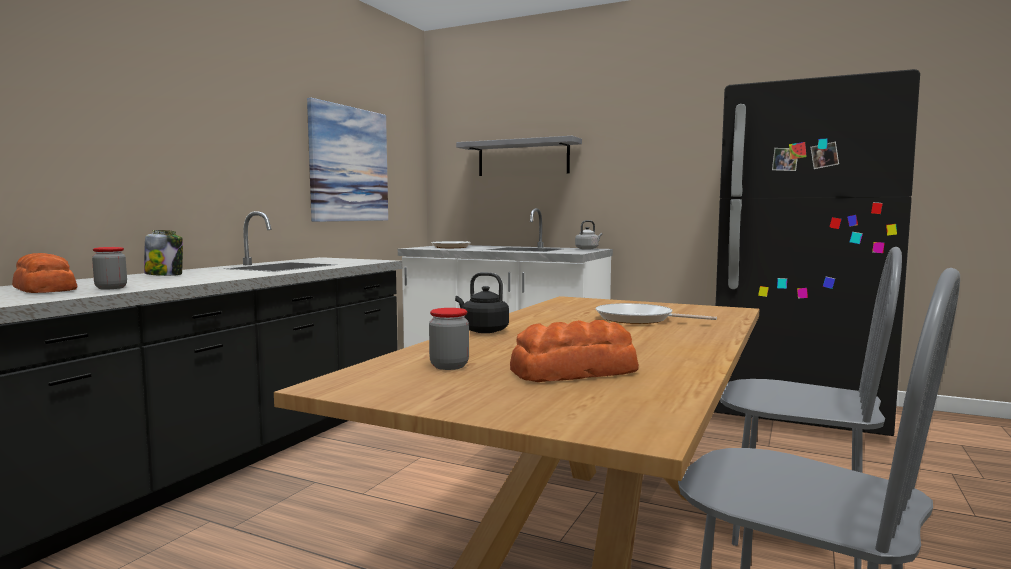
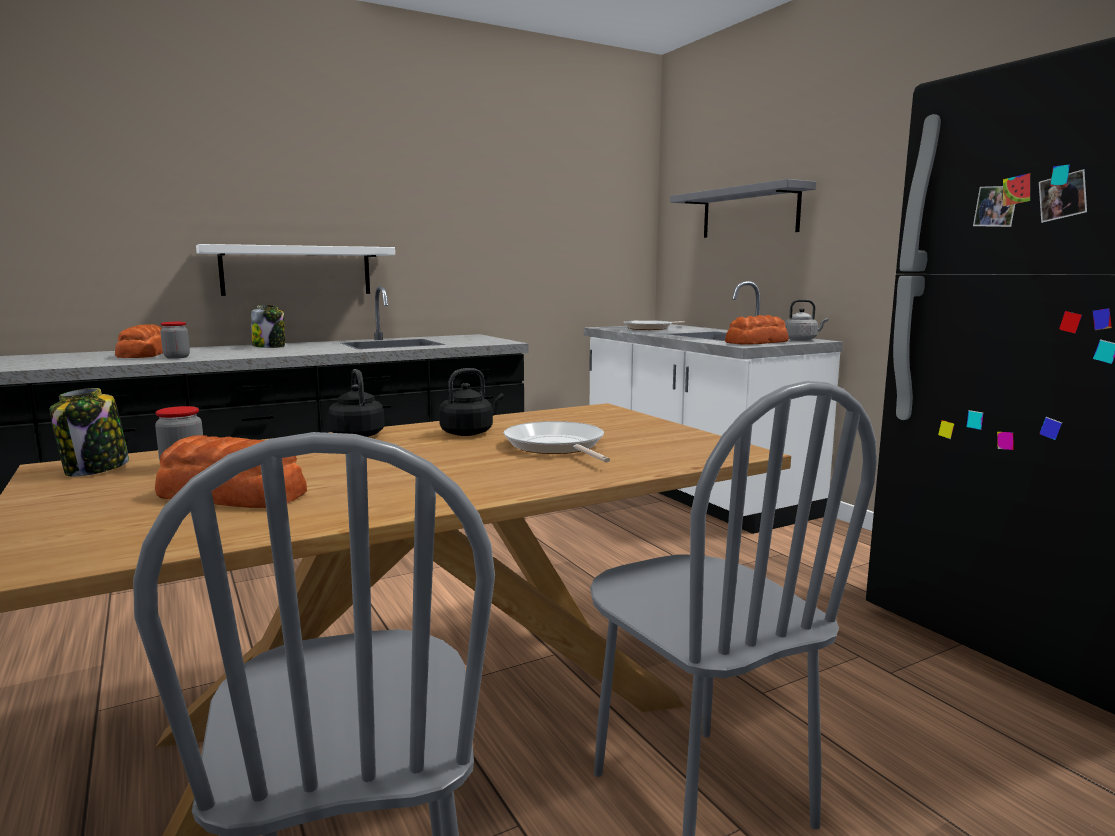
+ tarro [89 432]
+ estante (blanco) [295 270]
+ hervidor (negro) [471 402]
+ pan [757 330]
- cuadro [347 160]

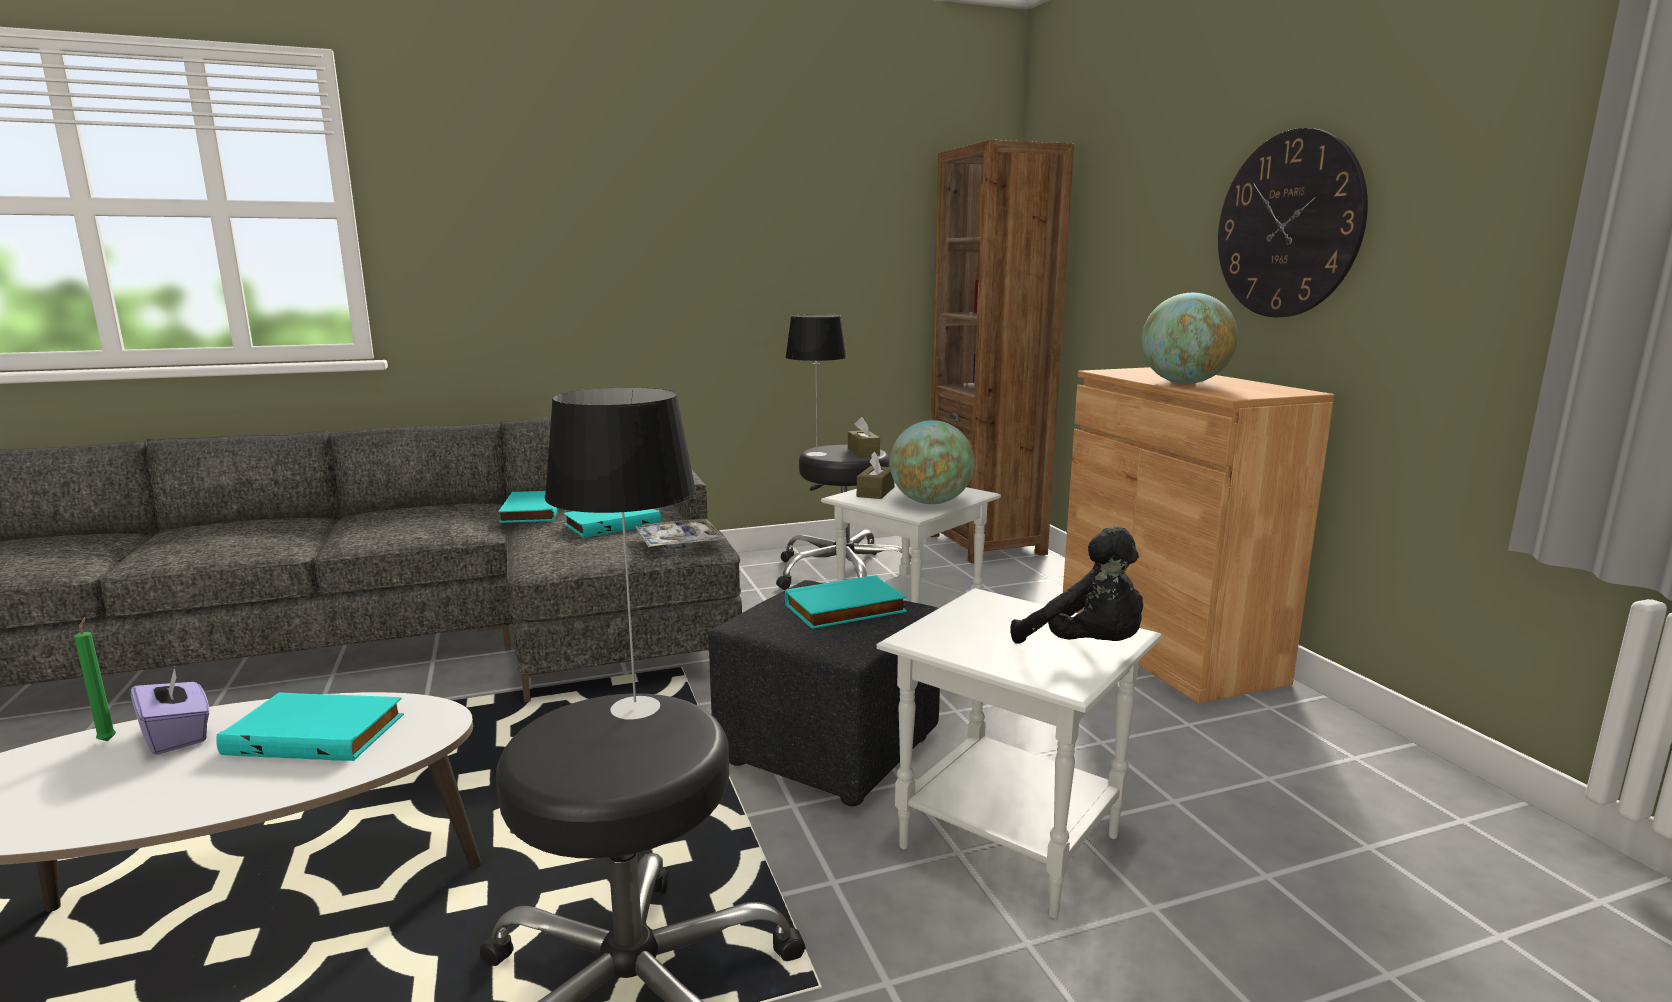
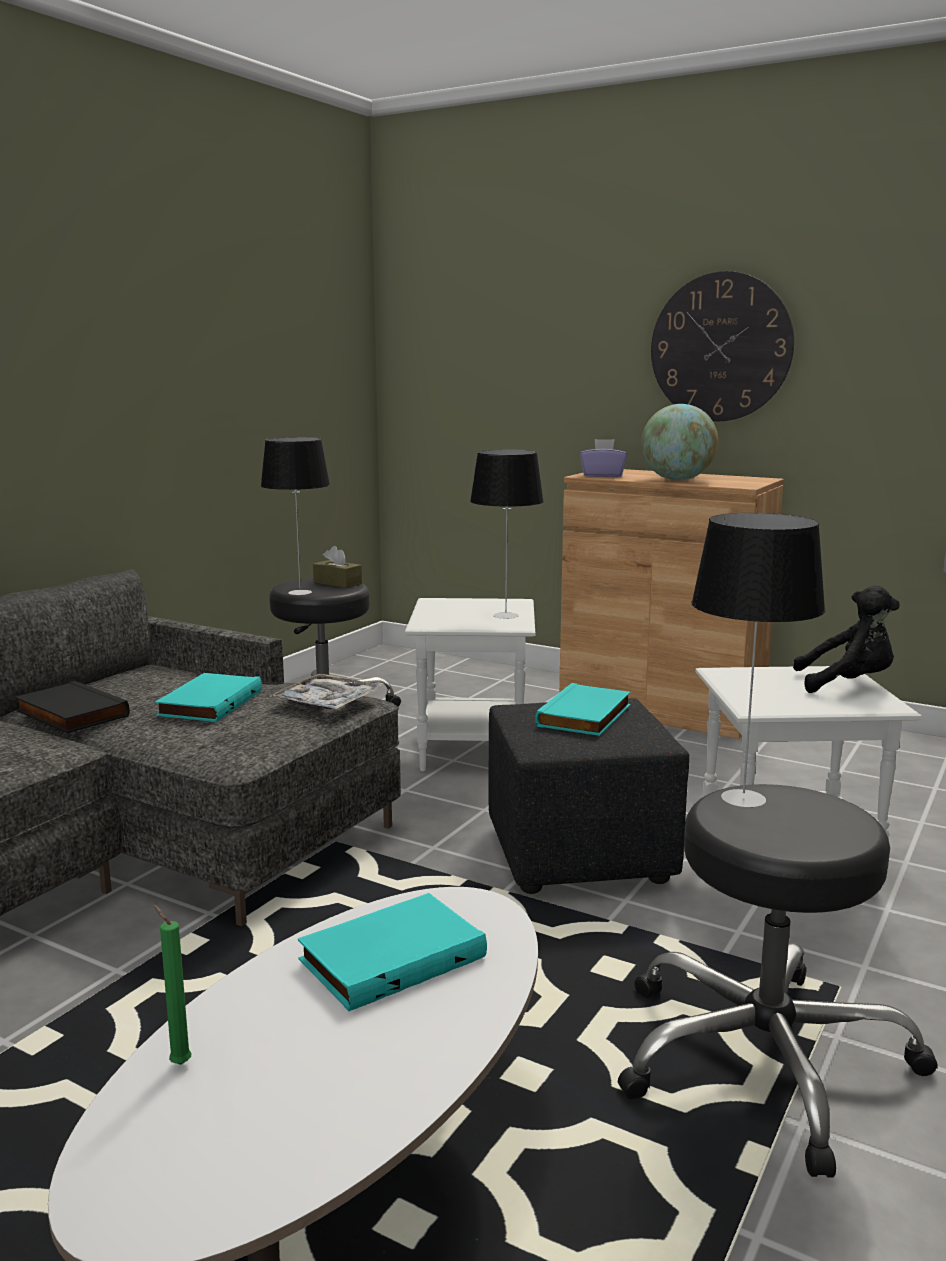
~ libro (turquesa) [529 507] to libro (negro) [72 707]
~ globo terráqueo [932 462] to lámpara de mesa [507 534]
~ caja de pañuelos (morado) [170 711] to [603 458]
- caja de pañuelos (marrón) [875 475]
- estantería (marrón) [1002 352]

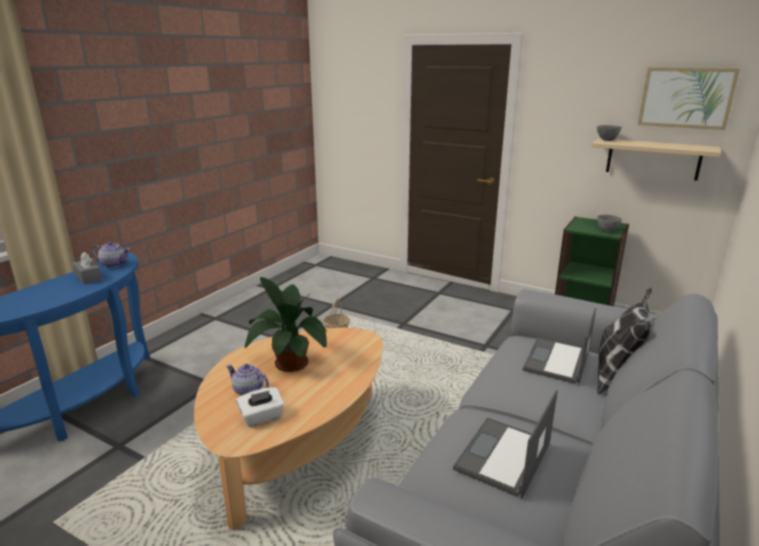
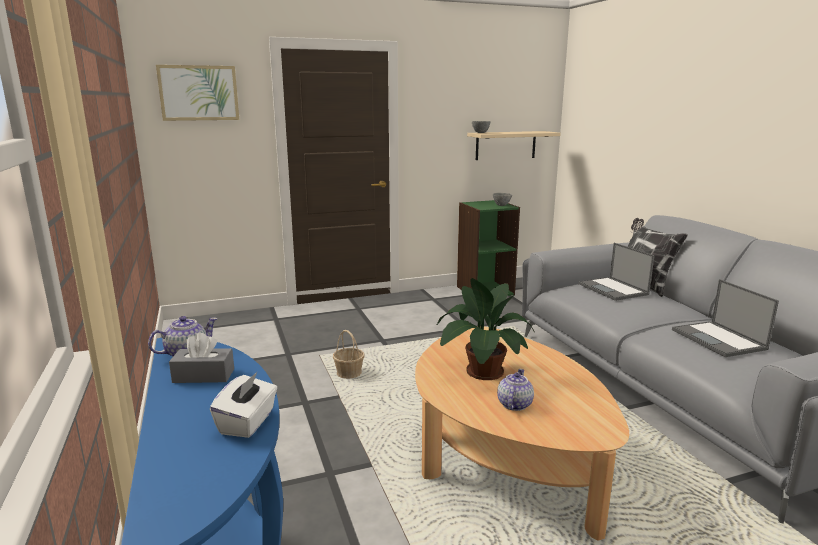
~ cuadro [689 98] to [197 93]
~ caja de pañuelos (blanco) [260 407] to [243 405]
~ tetera [247 380] = [515 390] 135 degrees clockwise

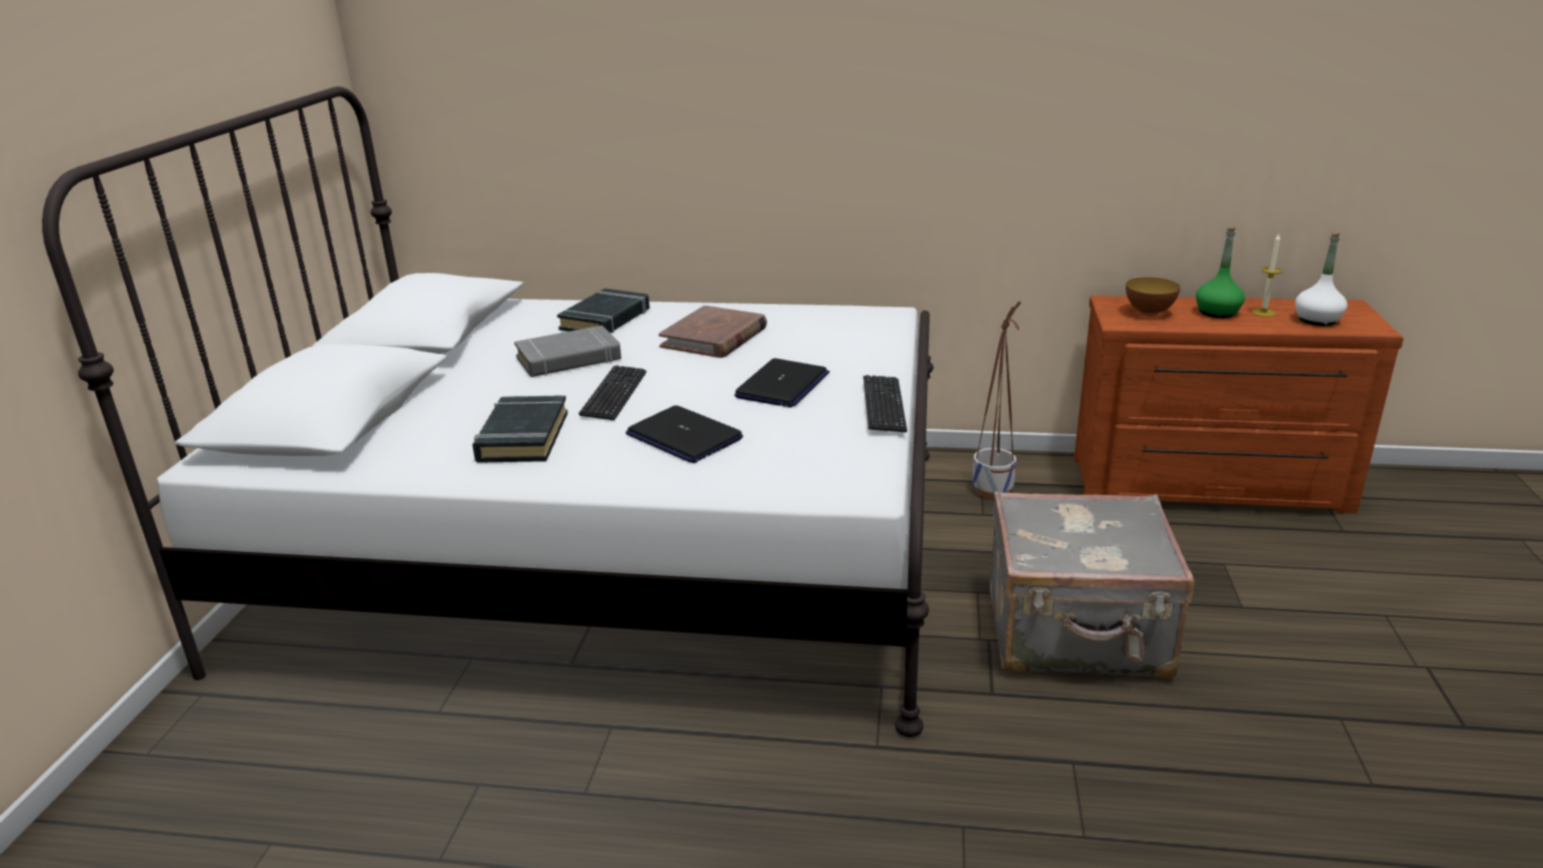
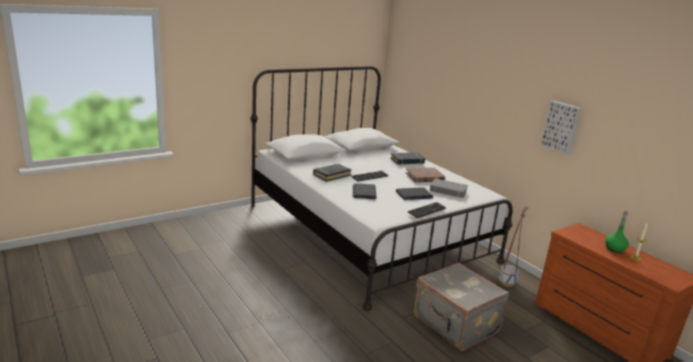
~ libro (gris) [567 351] to [449 188]
+ cuadro [561 128]
- cuenco [1153 296]
- botella (blanco) [1321 279]

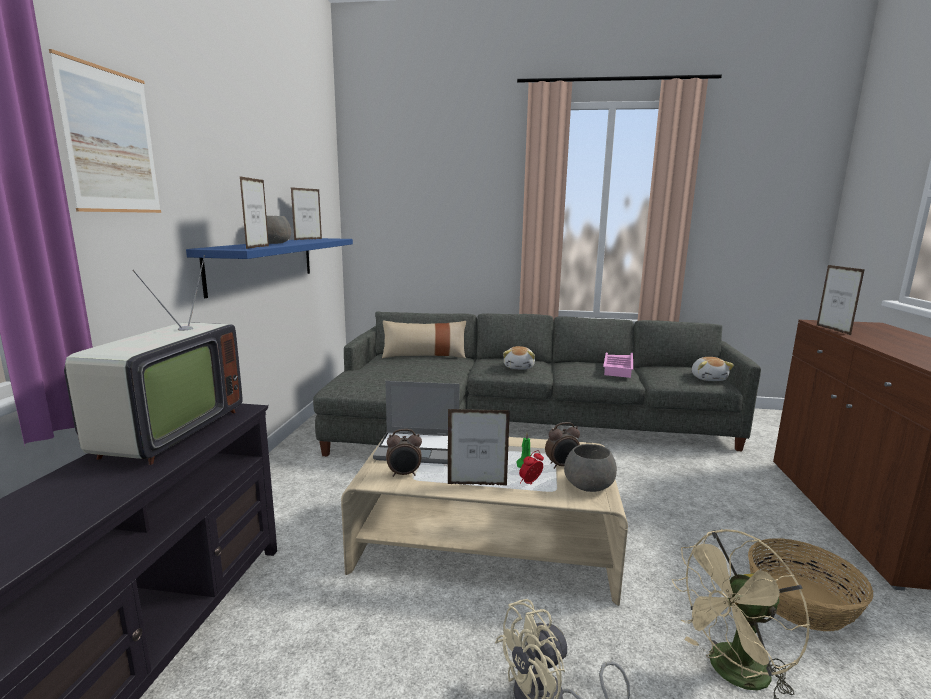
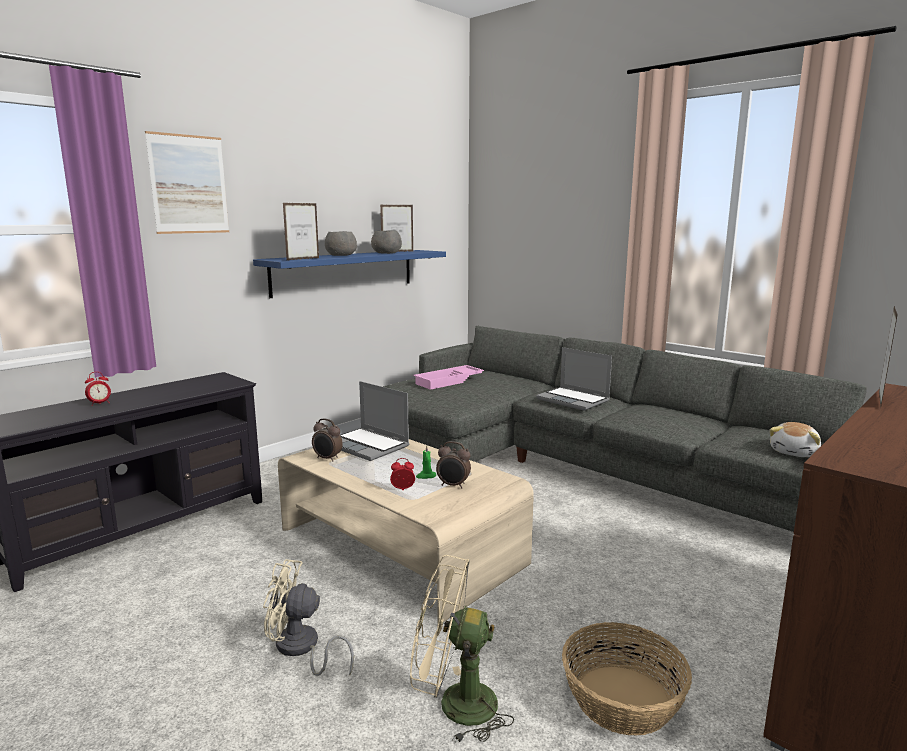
+ despertador [98 389]
~ cuenco (gris) [590 468] to [386 242]
~ bandeja (rosa) [618 365] to [448 377]
~ peluche [519 358] to portátil [574 379]
- televisor [153 360]
- cojín (beis) [424 339]
- portarretratos [479 447]

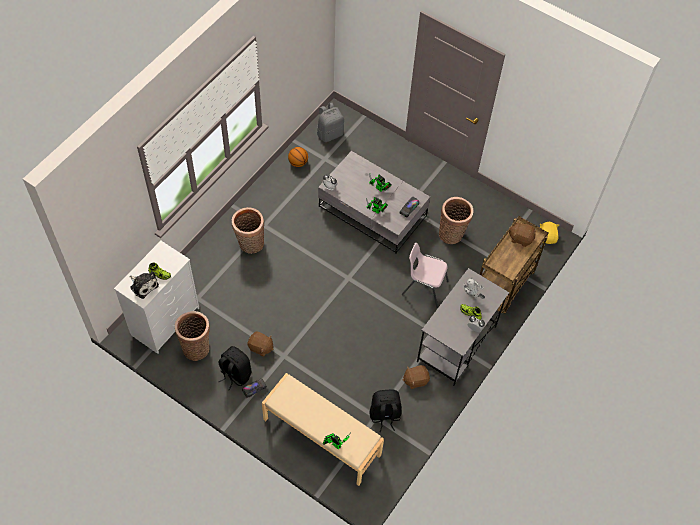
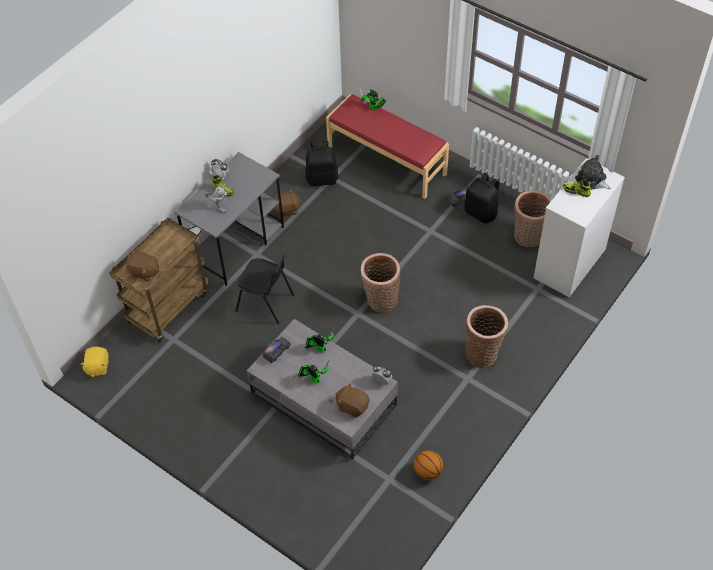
~ silla (rosa) [425 276] to silla (negro) [265 289]
~ banco (beis) [323 429] to banco (rojo) [387 146]
~ peluche (marrón) [260 344] to [352 400]
~ cesta [456 220] to [381 282]
- mochila (gris) [330 122]

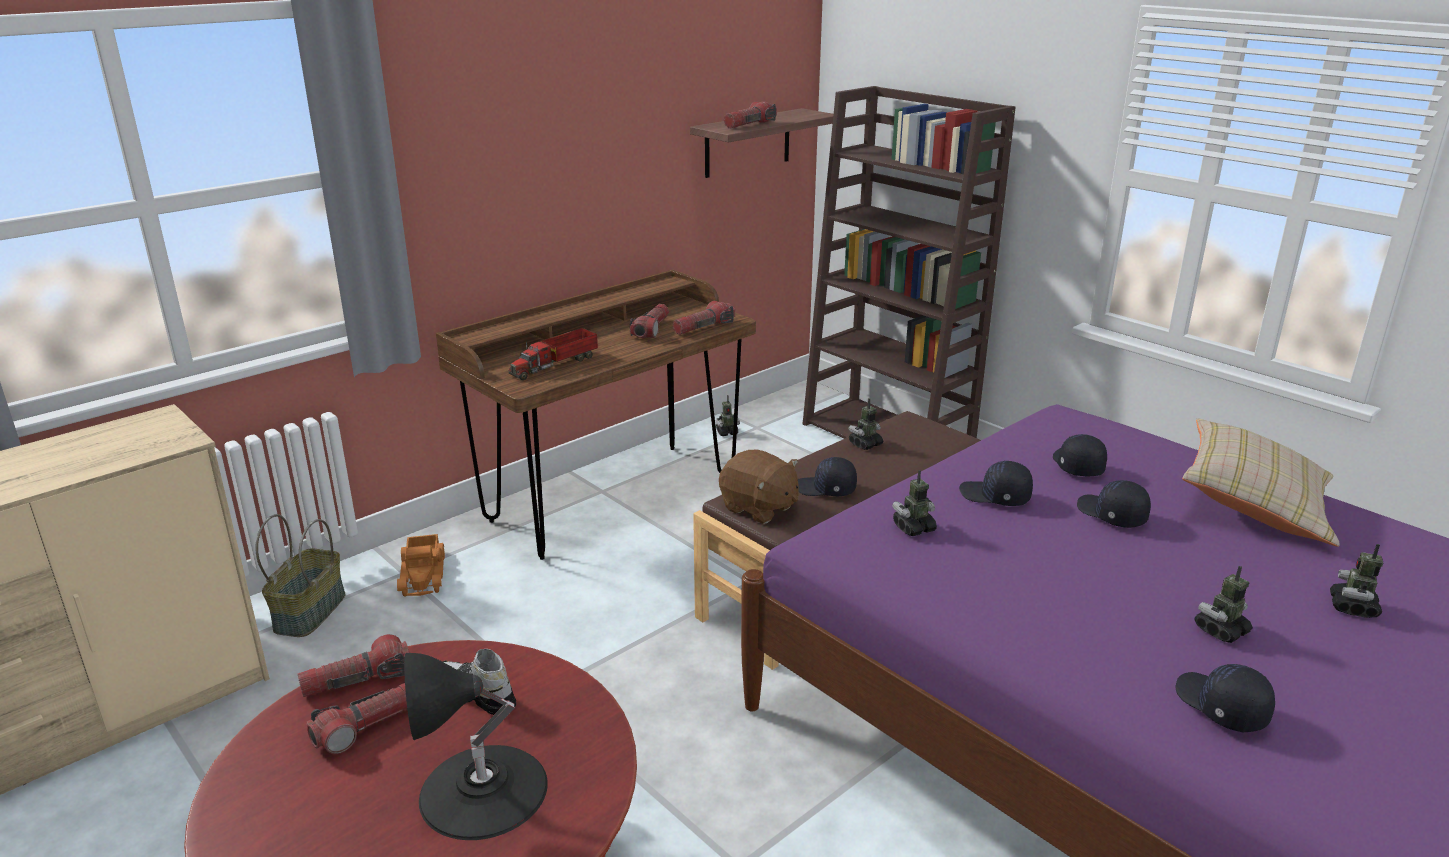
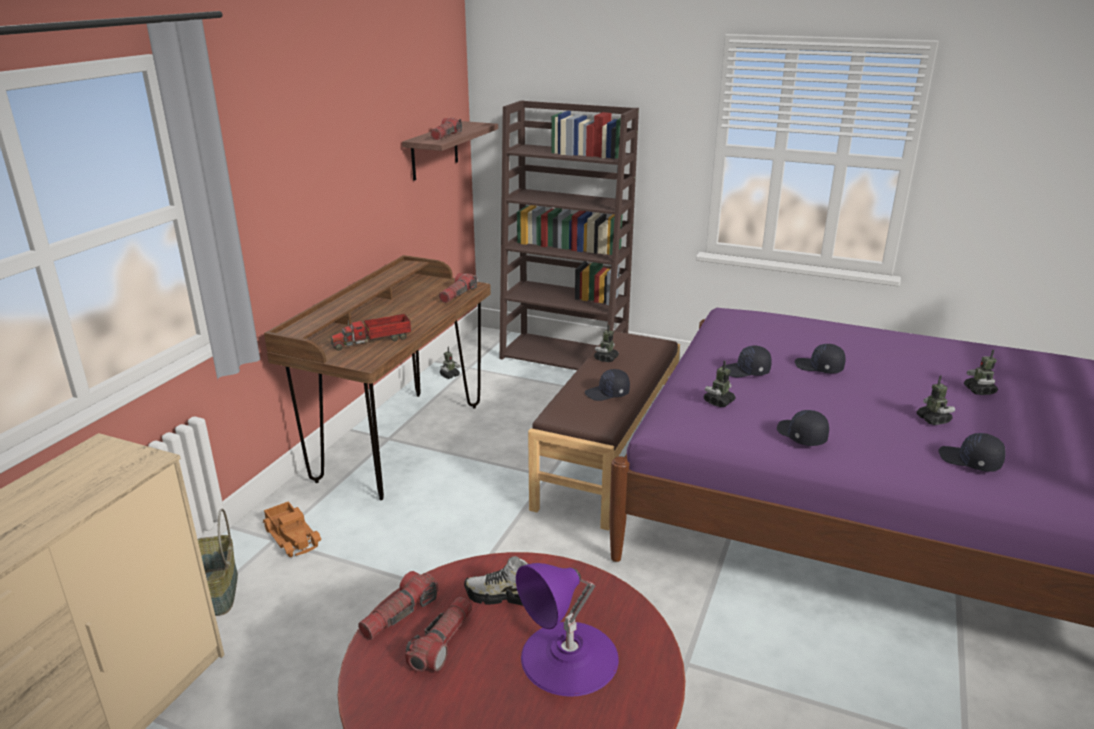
~ camión de juguete [553 354] = [371 332] 45 degrees clockwise
~ lámpara de mesa (negro) [476 746] to lámpara de mesa (morado) [567 630]
~ gorra (negro) [1080 455] to [803 428]
~ robot de juguete [1223 604] = [936 400] 135 degrees clockwise
- linterna [649 321]
- peluche (marrón) [759 487]
- cojín (beis) [1261 482]

